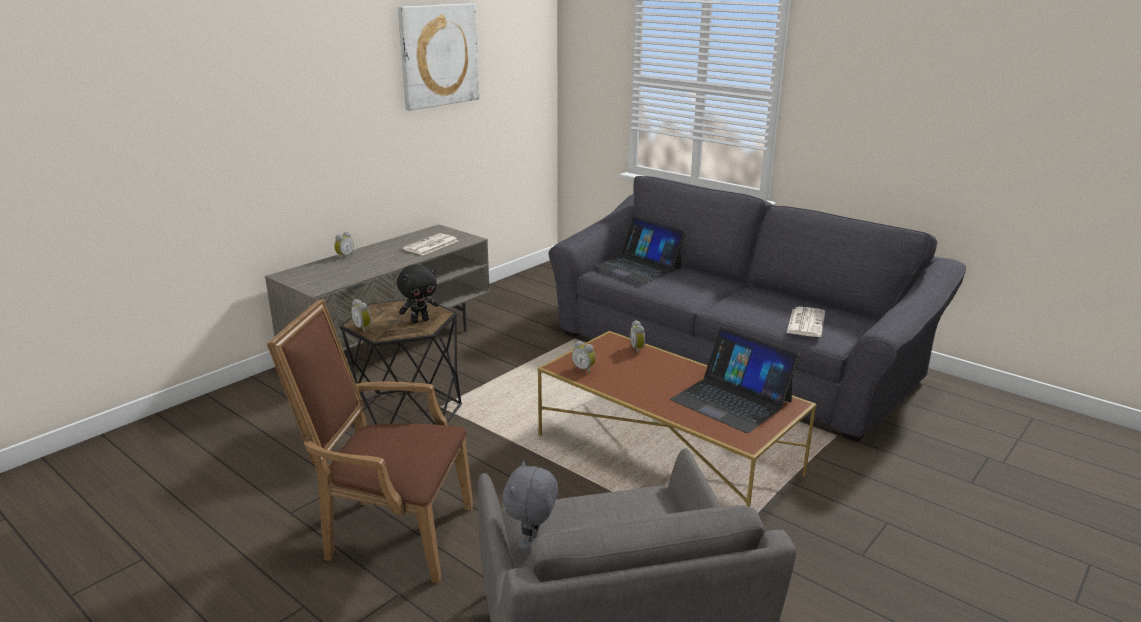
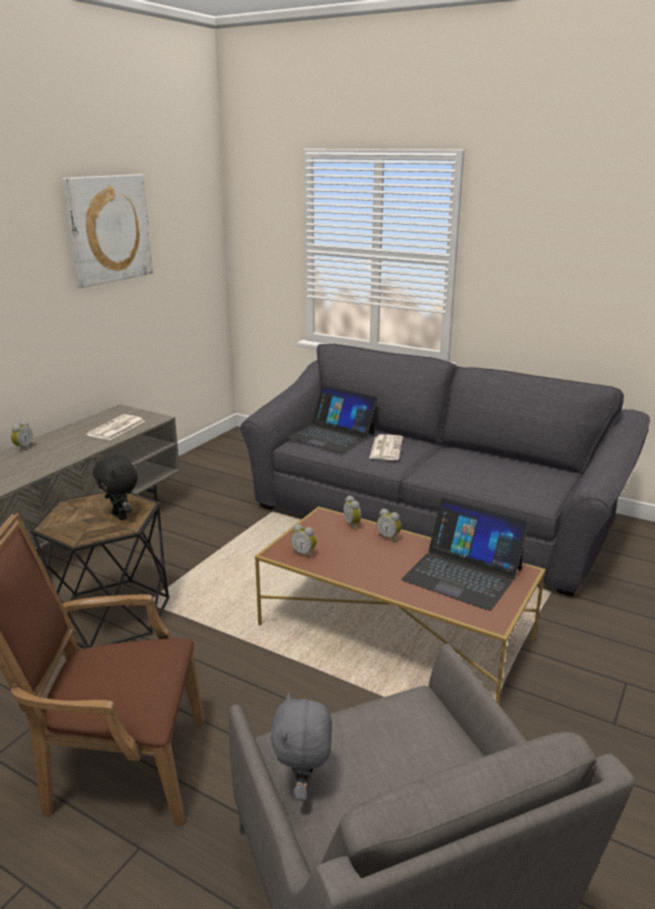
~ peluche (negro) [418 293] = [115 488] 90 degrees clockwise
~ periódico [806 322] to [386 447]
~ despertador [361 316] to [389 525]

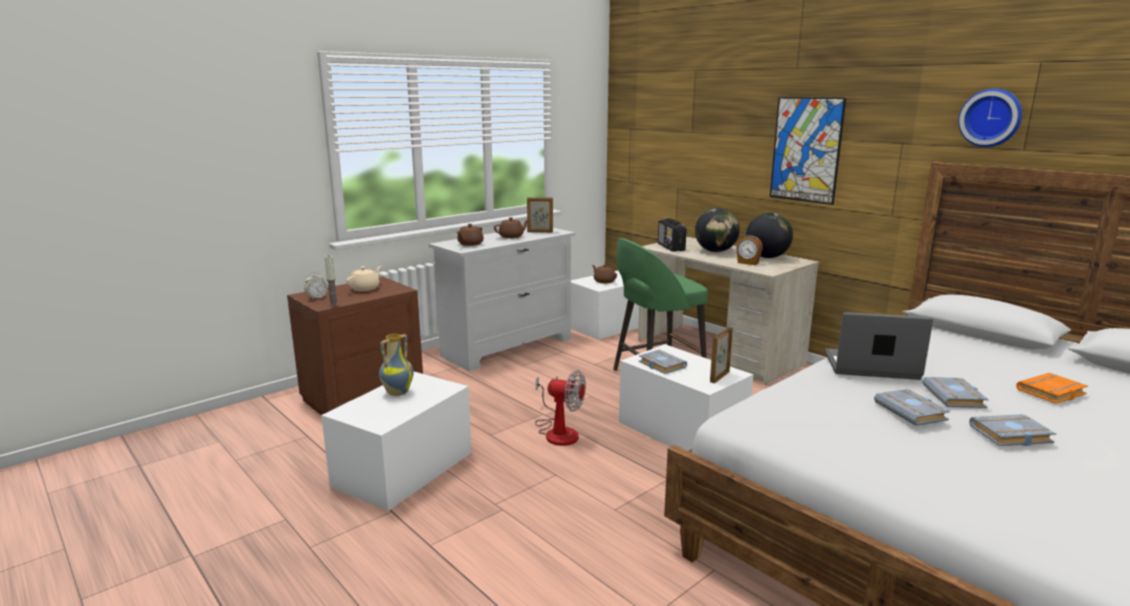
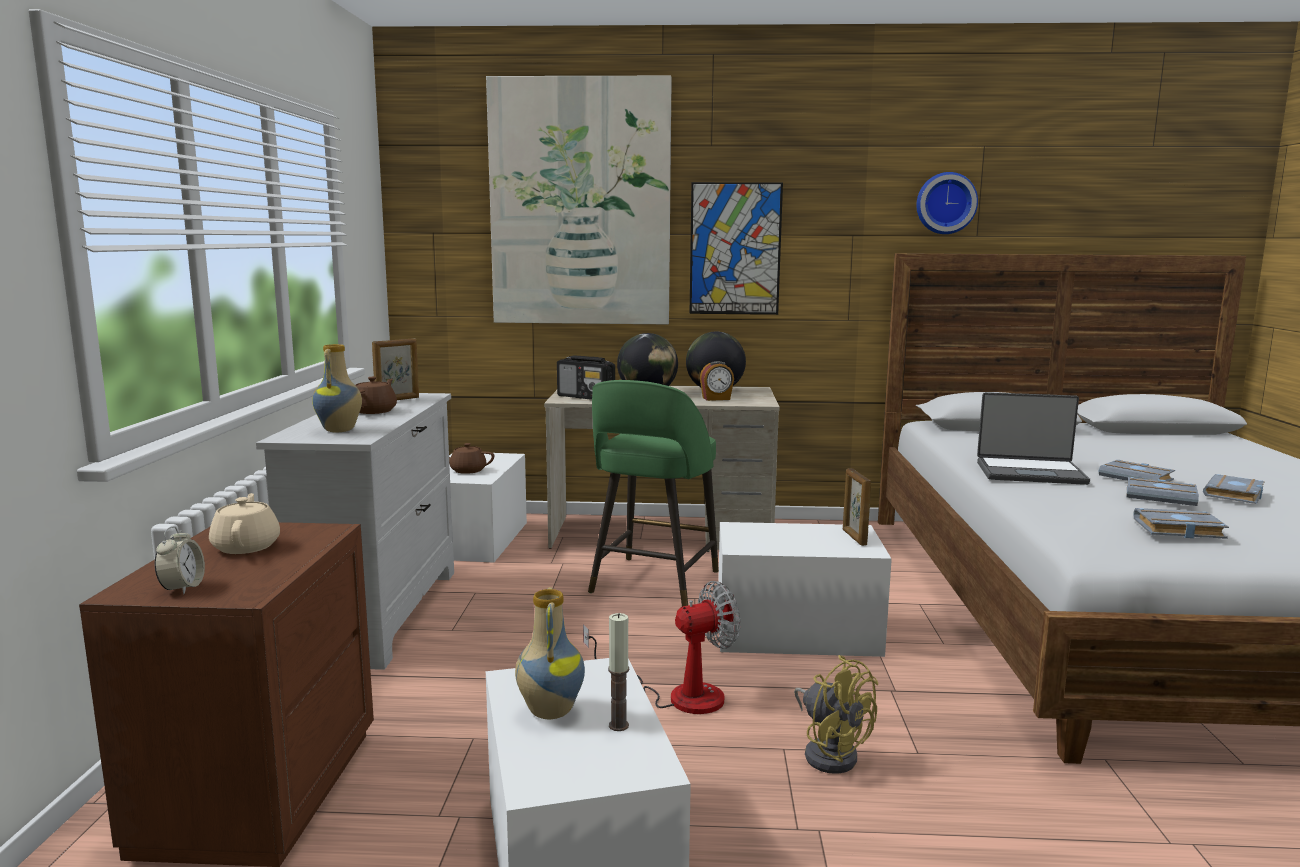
~ tetera (marrón) [470 235] to florero [337 388]
+ cuadro [579 200]
~ vela [331 280] to [618 672]
+ ventilador (amarillo) [836 714]
~ portátil [879 346] = [1033 438] 135 degrees counterclockwise
~ libro (gris) [663 362] to [1181 523]
- libro (naranja) [1052 388]

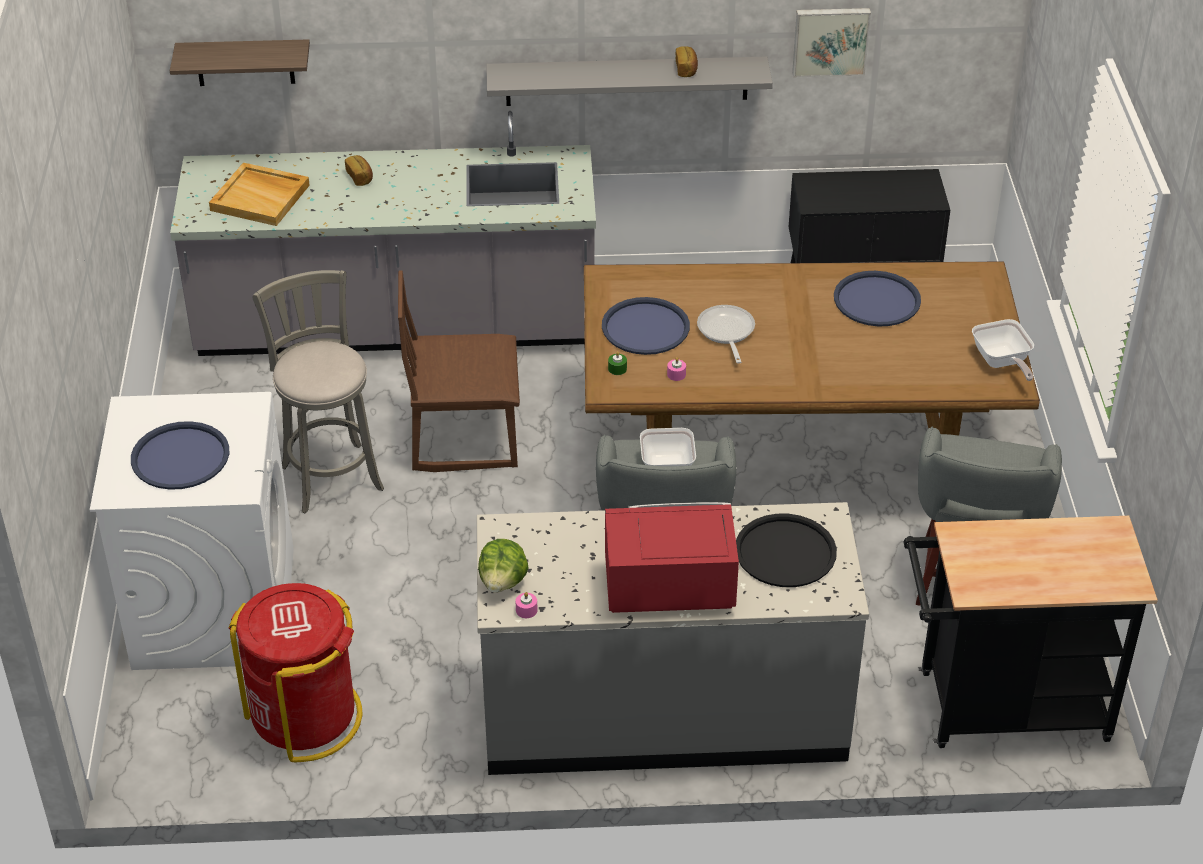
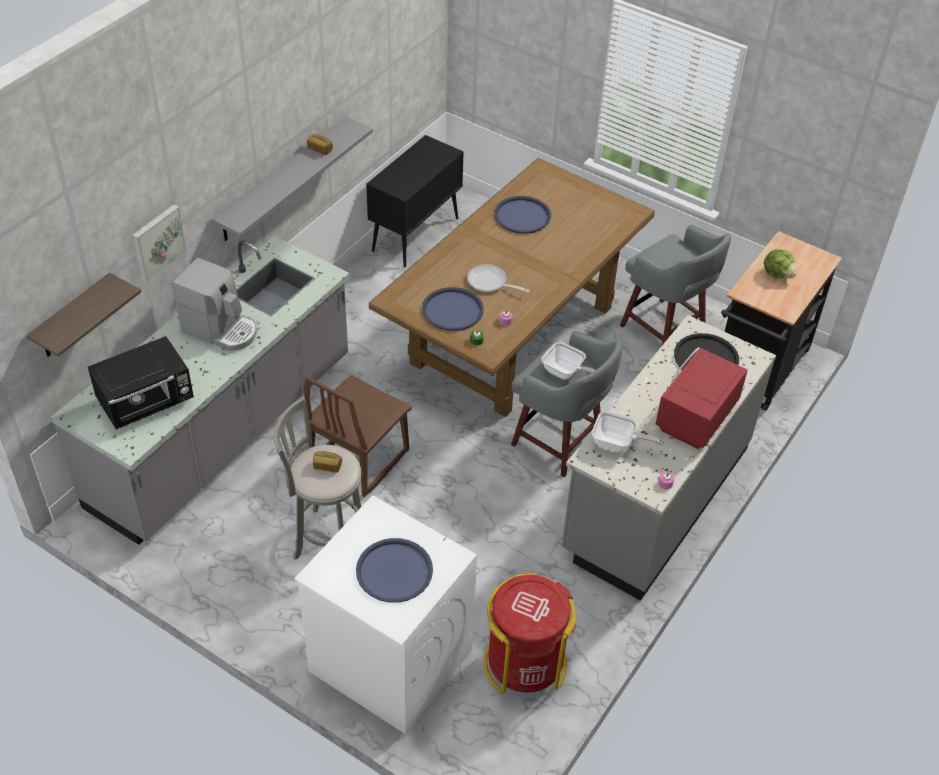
~ bandeja (beis) [259 194] to microondas (negro) [141 383]
~ cuadro [831 42] to [159 243]
+ cafetera [214 304]
~ pan [359 170] to [327 462]
~ sartén [1003 350] to [627 431]
~ lechuga [503 565] to [780 264]

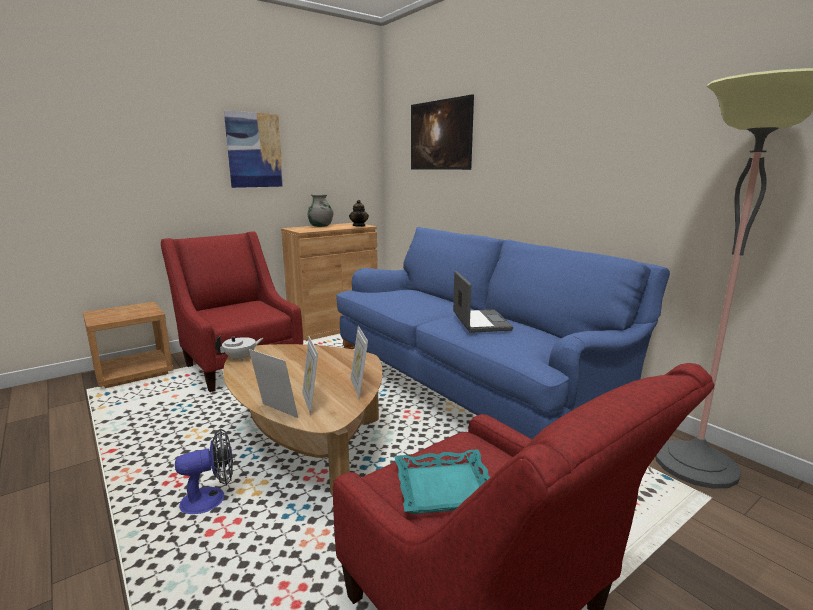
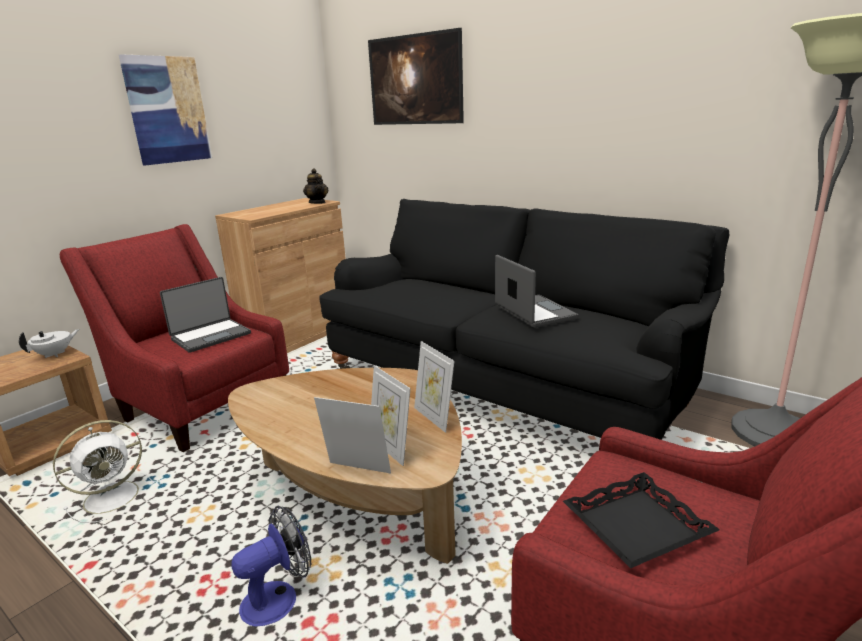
~ tetera (blanco) [239 348] to [49 343]
+ ventilador (blanco) [103 471]
+ portátil [205 315]
~ sofá (azul) [503 333] to sofá (negro) [524 319]
~ bandeja (turquesa) [442 481] to bandeja (negro) [641 520]
- florero (gris) [321 210]

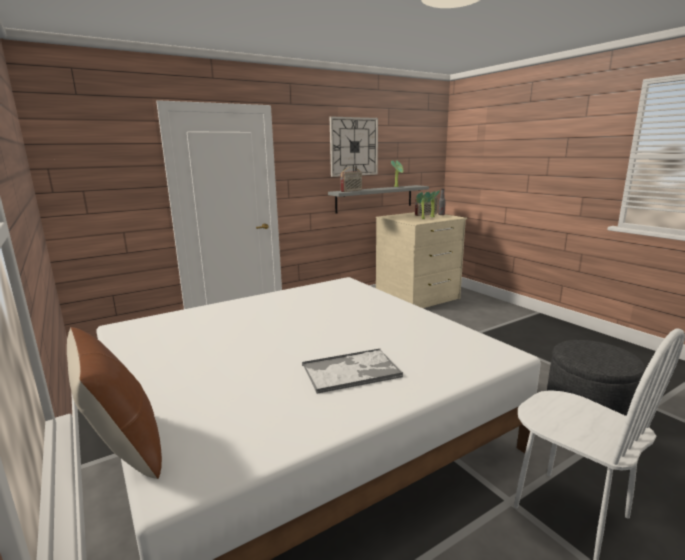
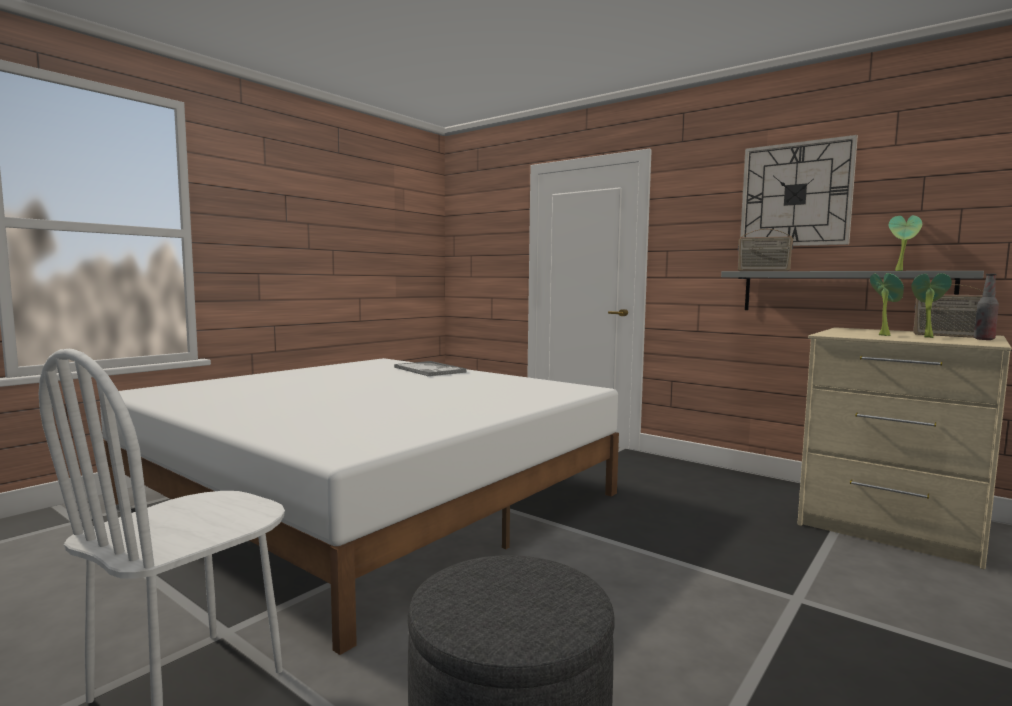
~ bandeja [352 371] to [430 368]
- cojín (marrón) [114 403]

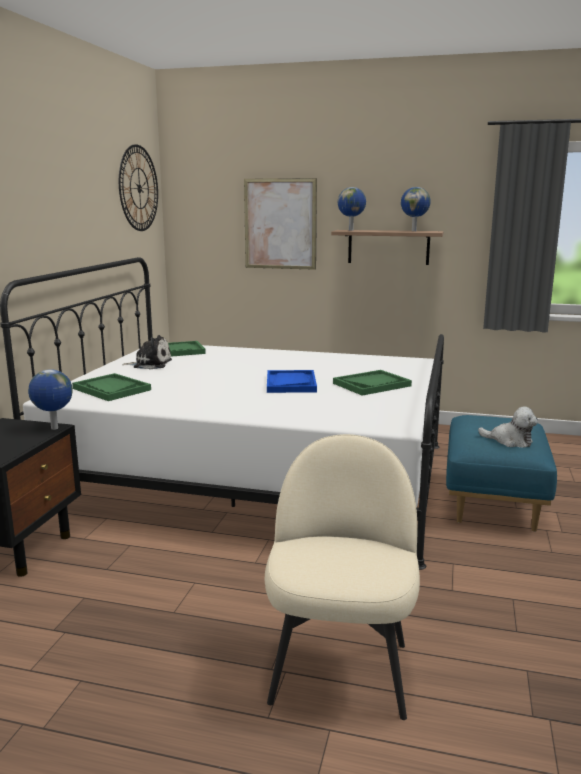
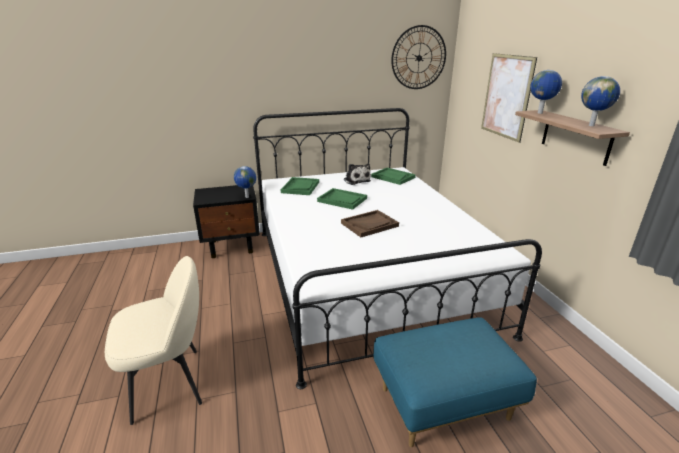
~ bandeja (verde) [372 383] to [342 199]
~ bandeja (azul) [292 381] to bandeja (marrón) [370 223]
- peluche [508 427]

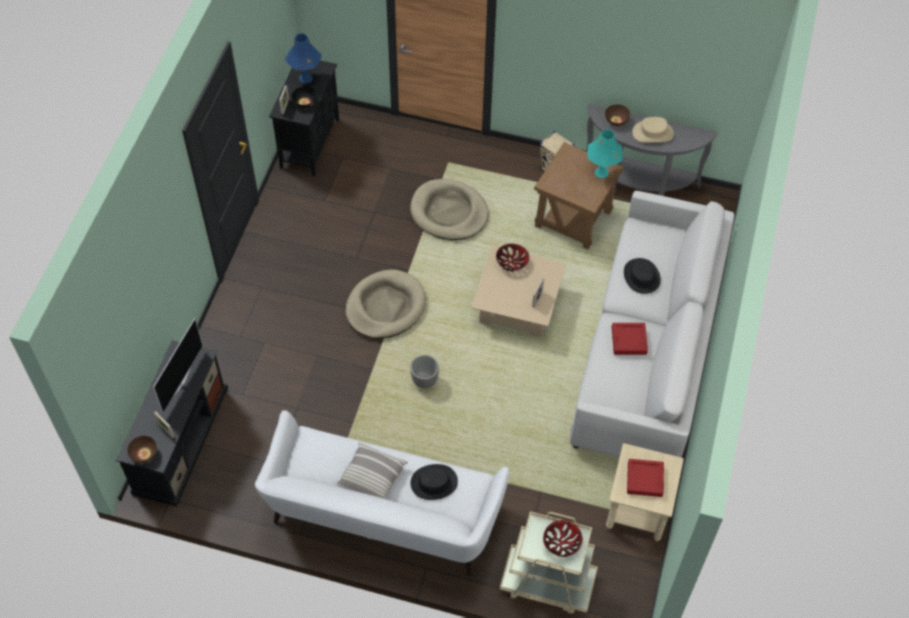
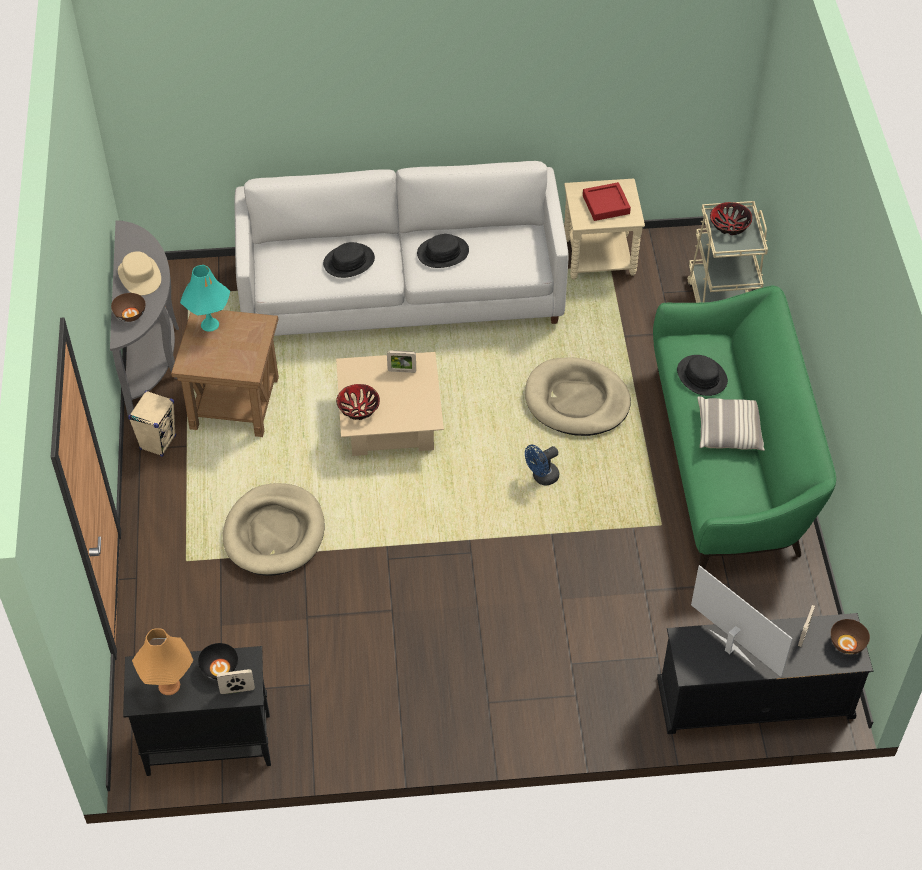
~ lámpara de mesa (azul) [303 58] to lámpara de mesa (naranja) [162 661]
~ bandeja (rojo) [630 339] to sombrero (negro) [443 251]
~ cama para perro (beis) [385 304] to [578 396]
~ maceta [424 371] to ventilador (azul) [542 465]
~ sofá (blanco) [382 493] to sofá (verde) [744 427]
~ televisor [178 366] = [742 621] 45 degrees clockwise

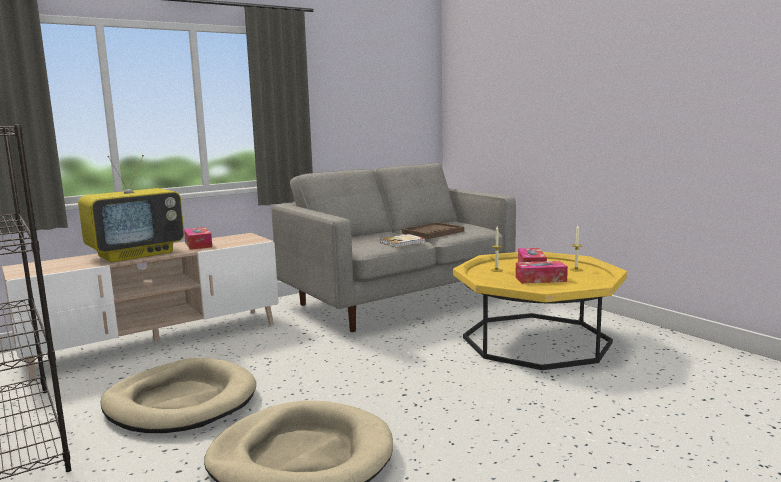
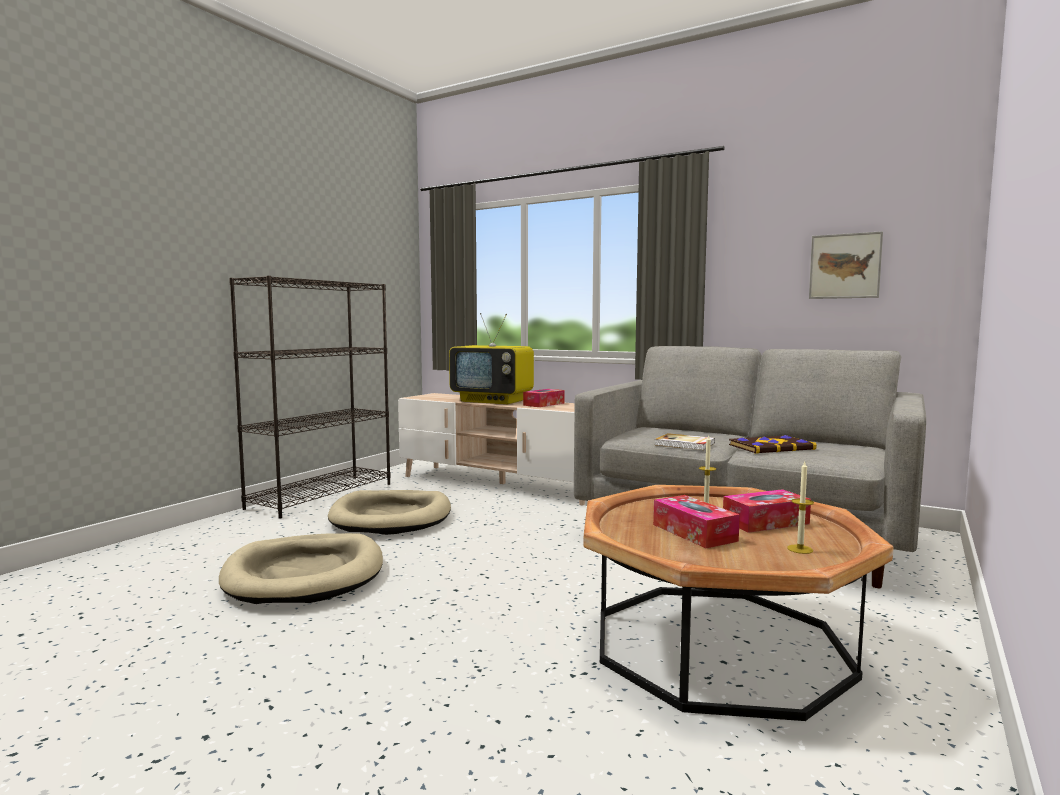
~ mesa de centro (amarillo) [540 311] to mesa de centro (marrón) [738 603]
~ bandeja (marrón) [432 230] to libro [773 444]
+ cuadro [846 265]

